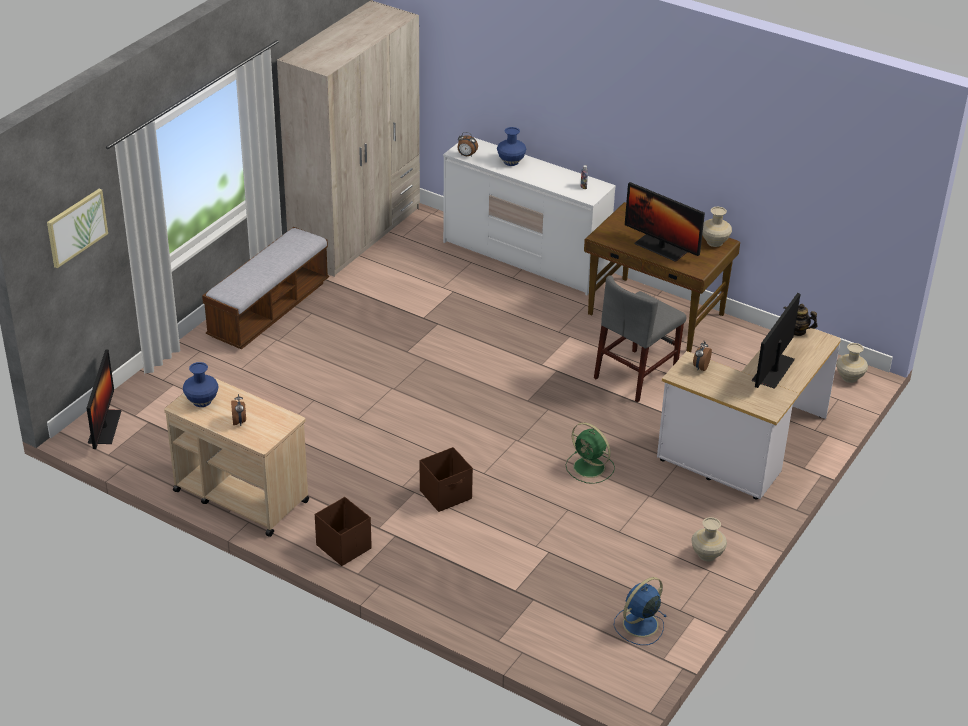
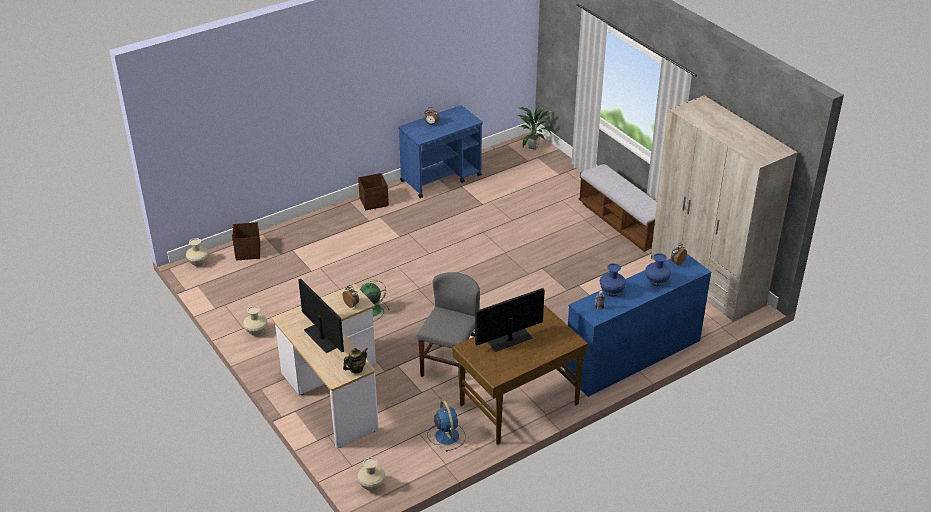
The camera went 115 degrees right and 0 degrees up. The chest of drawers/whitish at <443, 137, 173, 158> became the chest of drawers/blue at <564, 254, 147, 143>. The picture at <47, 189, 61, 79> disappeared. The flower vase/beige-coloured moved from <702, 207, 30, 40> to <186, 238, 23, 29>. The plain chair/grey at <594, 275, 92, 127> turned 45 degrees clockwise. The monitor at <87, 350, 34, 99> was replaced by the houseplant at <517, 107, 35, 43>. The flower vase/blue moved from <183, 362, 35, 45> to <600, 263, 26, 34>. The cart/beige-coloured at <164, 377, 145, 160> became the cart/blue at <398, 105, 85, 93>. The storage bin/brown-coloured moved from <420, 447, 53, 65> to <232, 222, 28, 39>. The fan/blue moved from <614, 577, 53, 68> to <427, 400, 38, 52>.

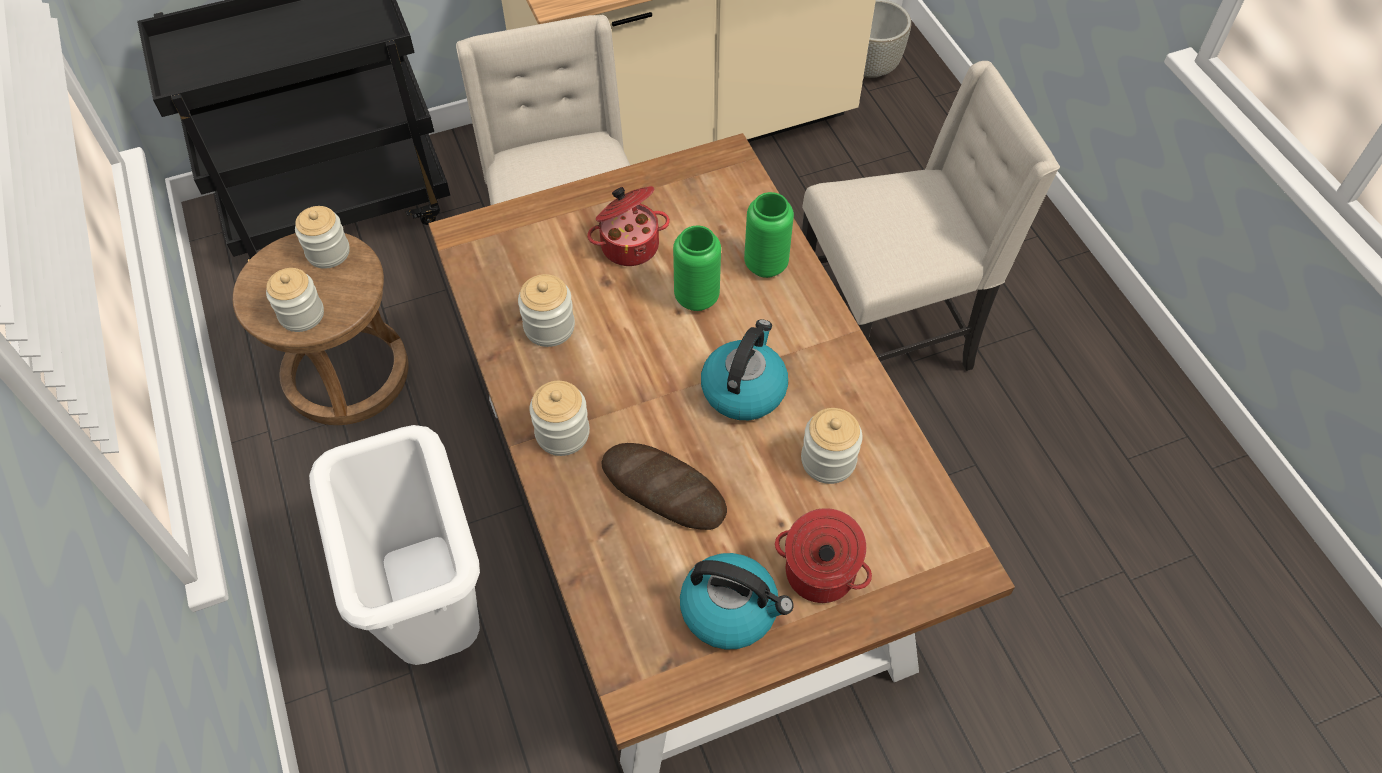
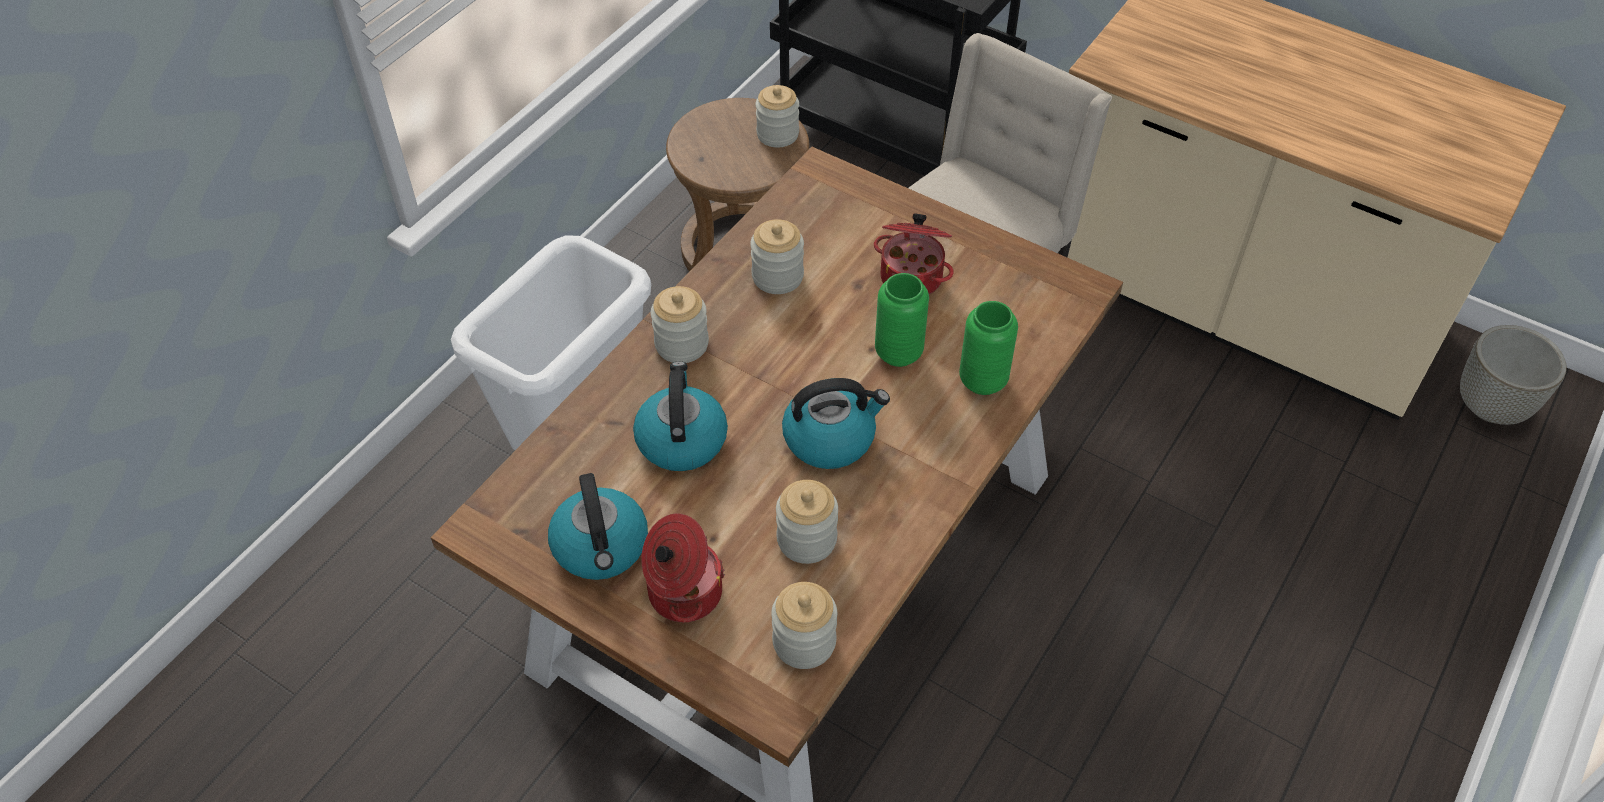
The camera went 55 degrees right and 5 degrees down. The plain chair/beige-coloured at <802, 61, 258, 310> disappeared. The storage jar moved from <266, 268, 58, 64> to <771, 582, 66, 87>. The bakery bread at <601, 443, 126, 87> was replaced by the tea kettle at <633, 361, 95, 110>.

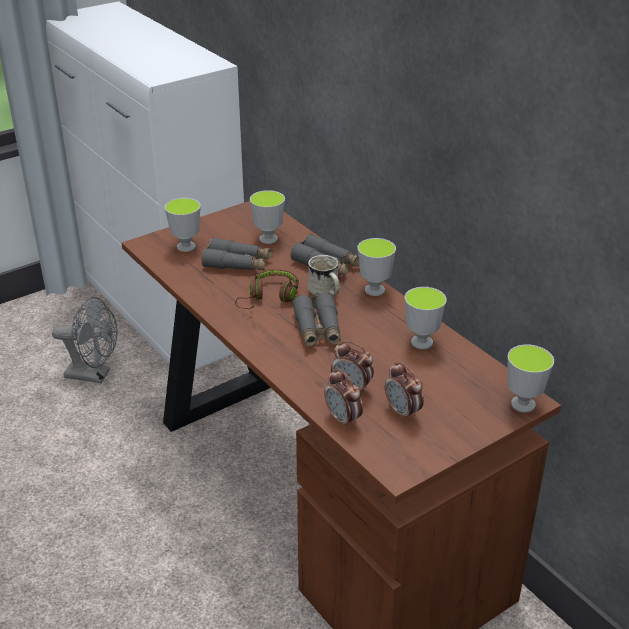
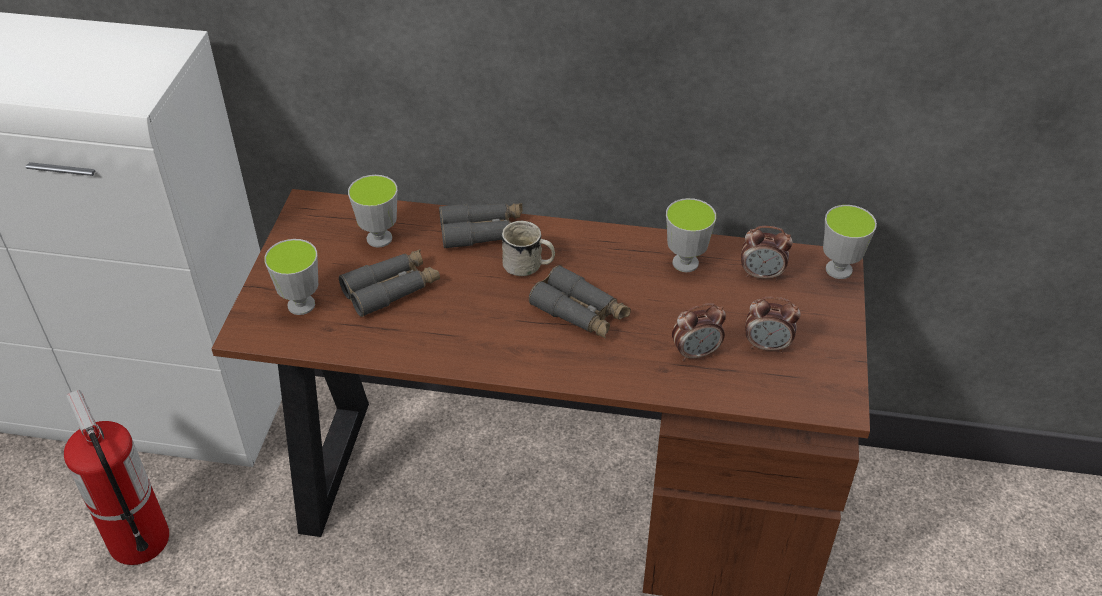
The camera went 45 degrees left and 10 degrees up. The cup at <357, 238, 39, 58> disappeared. The headphones/brown-coloured at <235, 269, 63, 40> disappeared. The fan/grey at <52, 297, 65, 86> was replaced by the fire-fighting cylinder at <64, 390, 105, 175>. The bedside clock moved from <325, 369, 38, 60> to <741, 226, 52, 55>.

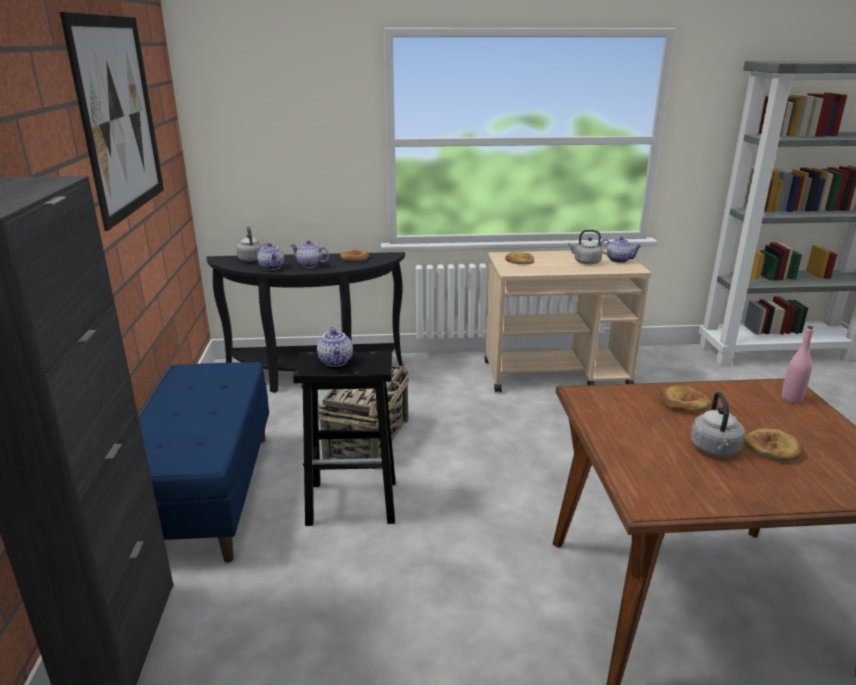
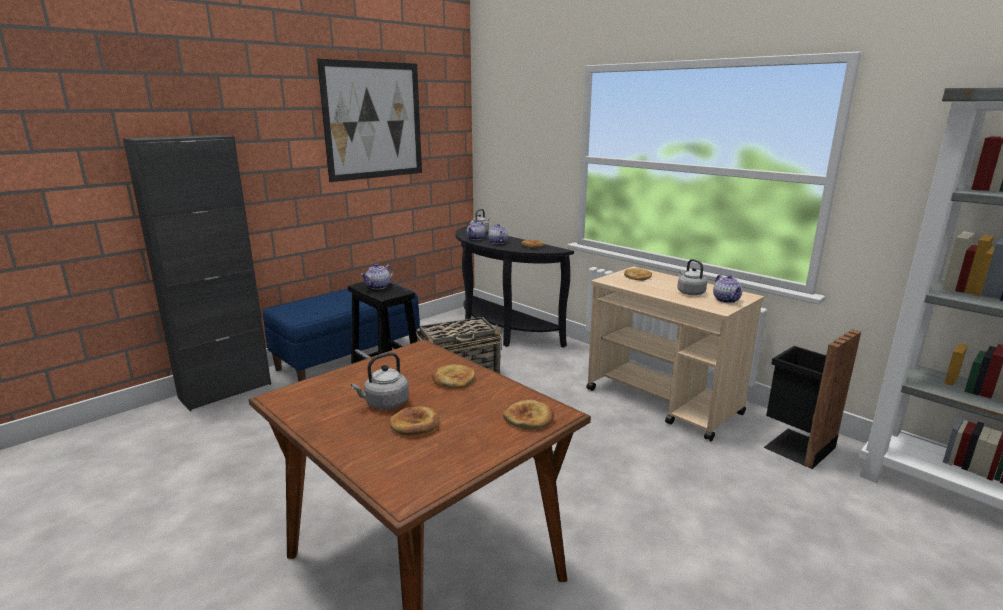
The camera went 50 degrees right and 5 degrees down. The bottle/pinkish at <781, 326, 33, 78> was replaced by the bakery bread at <503, 400, 51, 30>. The rubbish bin/blackish at <763, 329, 98, 140> appeared.

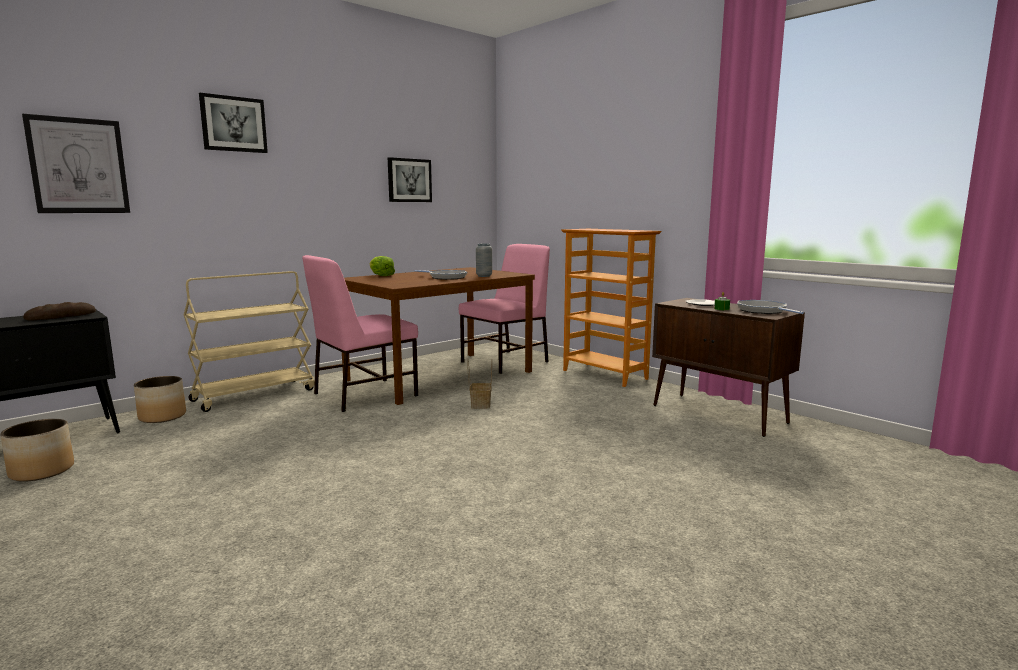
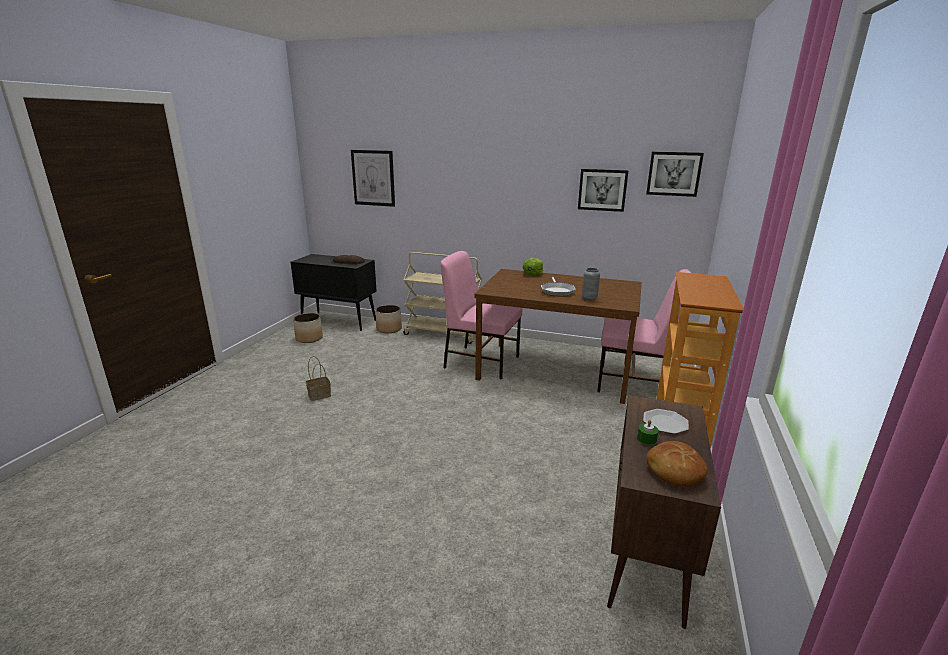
The camera went 60 degrees right and 10 degrees up. The picture moved from <199, 93, 69, 60> to <646, 152, 58, 45>. The pan at <737, 300, 67, 14> was replaced by the bakery bread at <646, 441, 62, 46>. The basket moved from <467, 359, 25, 50> to <306, 356, 25, 45>.

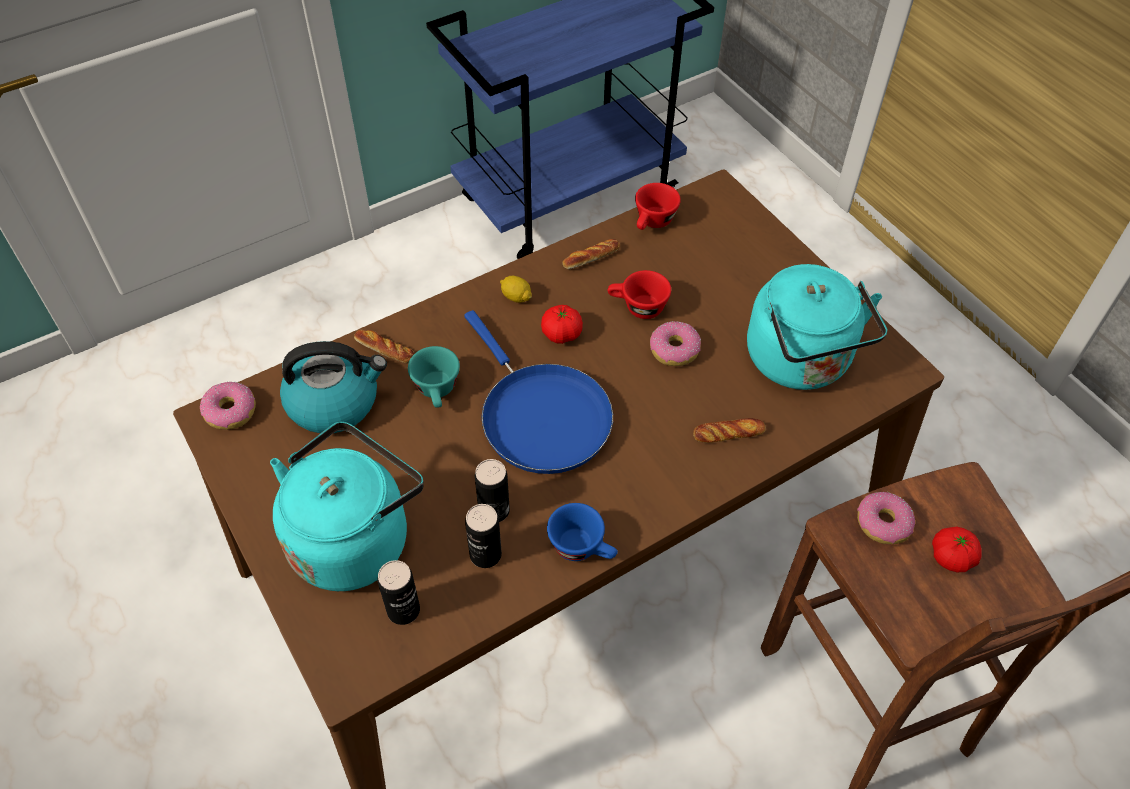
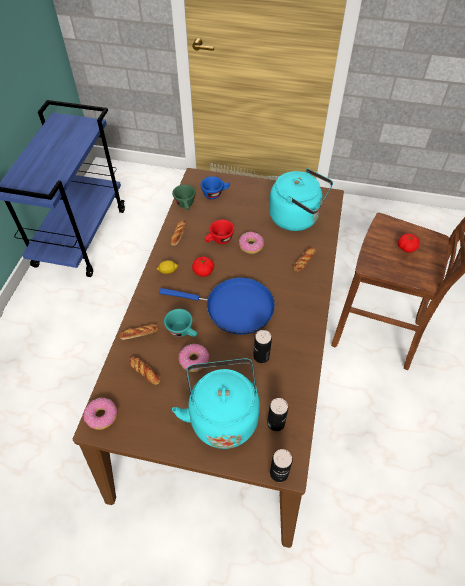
The camera went 45 degrees left and 0 degrees up. The cup/red-coloured at <635, 183, 46, 47> became the cup/green at <172, 184, 24, 26>. The tea kettle at <280, 341, 107, 92> was replaced by the bakery bread at <129, 356, 32, 29>. The ring doughnut moved from <857, 492, 58, 53> to <178, 344, 32, 28>. The cup/blue moved from <547, 503, 71, 58> to <201, 176, 29, 23>. The metal can moved from <465, 504, 37, 64> to <270, 449, 22, 33>.

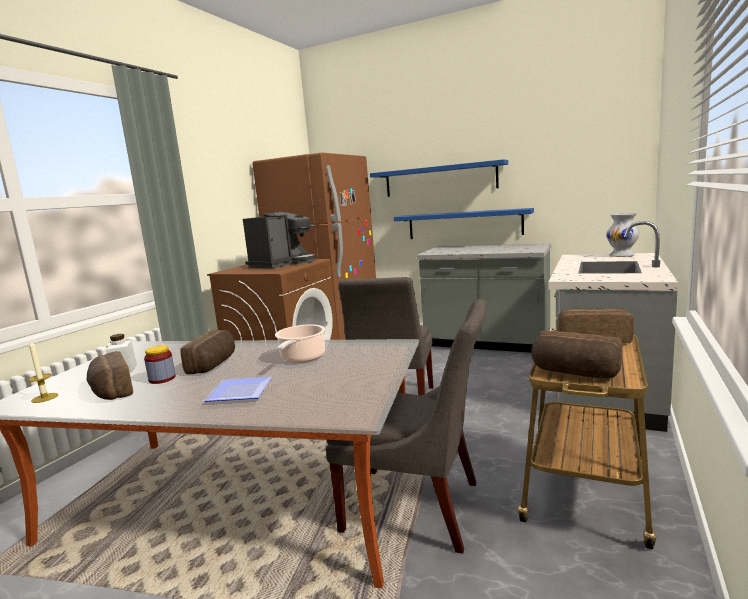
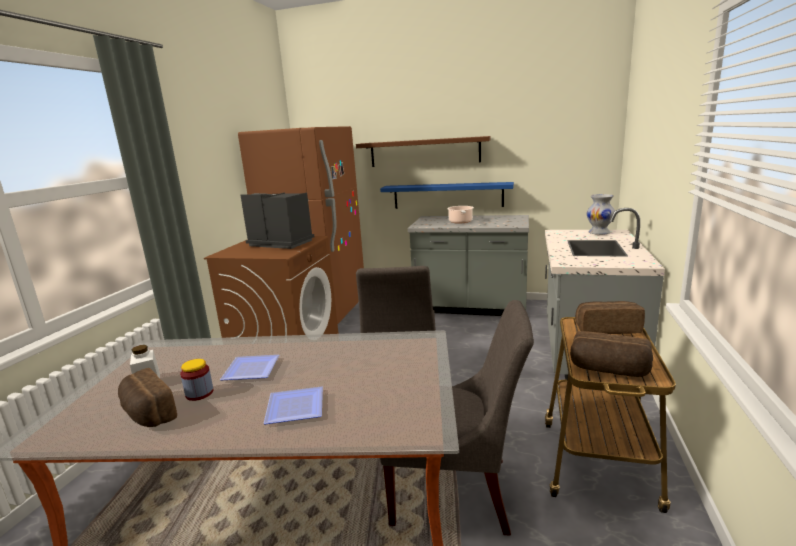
The camera went 10 degrees left and 5 degrees up. The wall shelf/blue at <370, 159, 138, 38> became the wall shelf/brown-coloured at <356, 136, 135, 31>. The coffee maker at <243, 212, 73, 56> turned 90 degrees counterclockwise. The cooking pot moved from <275, 324, 50, 39> to <447, 206, 27, 18>. The bakery bread at <180, 330, 55, 44> was replaced by the plate at <220, 355, 59, 25>. The wax light at <28, 341, 30, 62> disappeared.

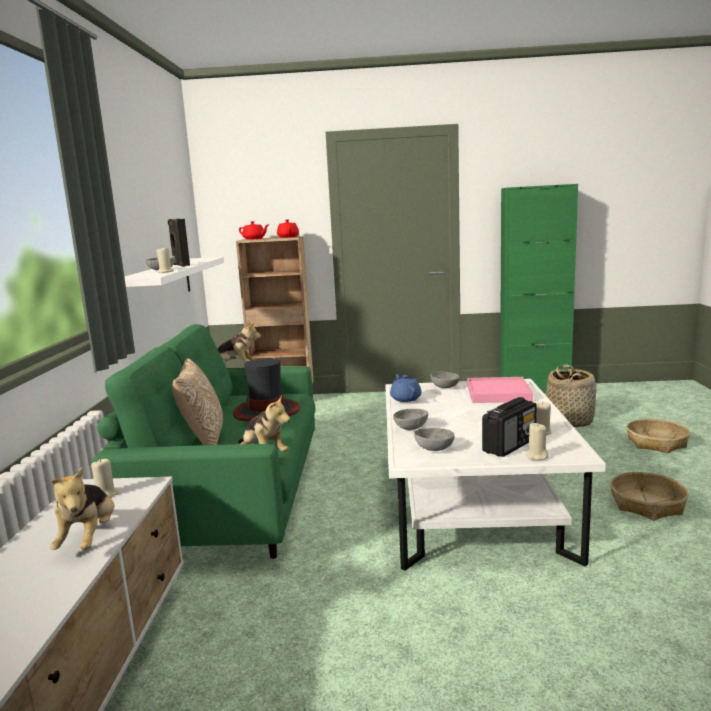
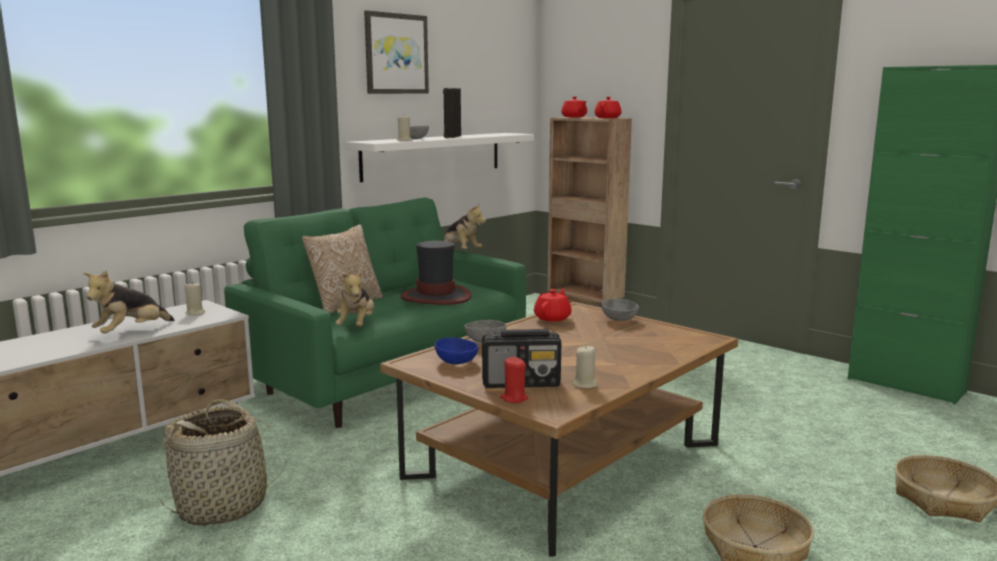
The camera went 40 degrees right and 0 degrees up. The basket moved from <546, 364, 51, 63> to <158, 399, 129, 127>. The tea pot/blue at <390, 374, 31, 28> became the tea pot/red-coloured at <534, 289, 38, 33>. The tray/pinkish at <467, 377, 66, 26> disappeared. The coffee table/whitish at <385, 379, 221, 192> became the coffee table/brown-coloured at <380, 302, 358, 255>. The wax light/beige-coloured at <526, 423, 23, 37> became the wax light/red-coloured at <500, 357, 28, 46>. The bowl/grey at <414, 428, 41, 23> became the bowl/blue at <435, 337, 43, 27>. The picture at <364, 10, 65, 84> appeared.

